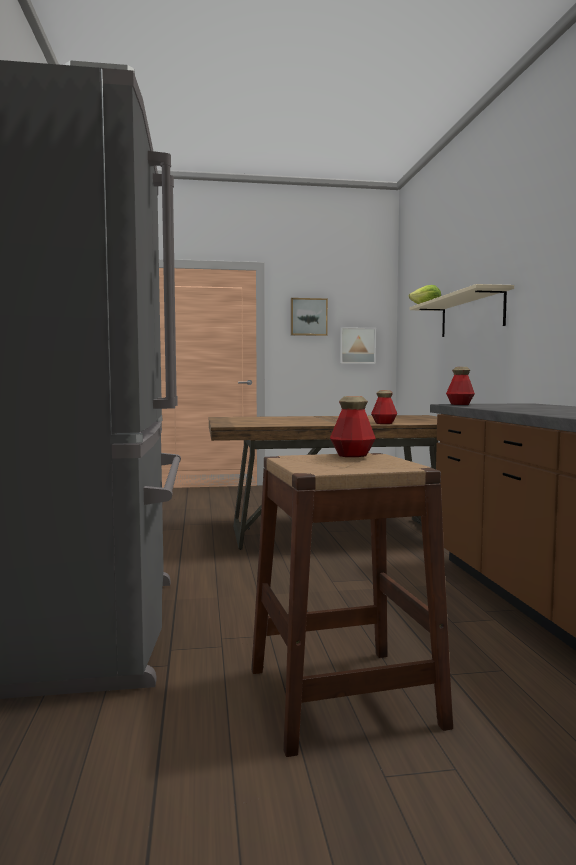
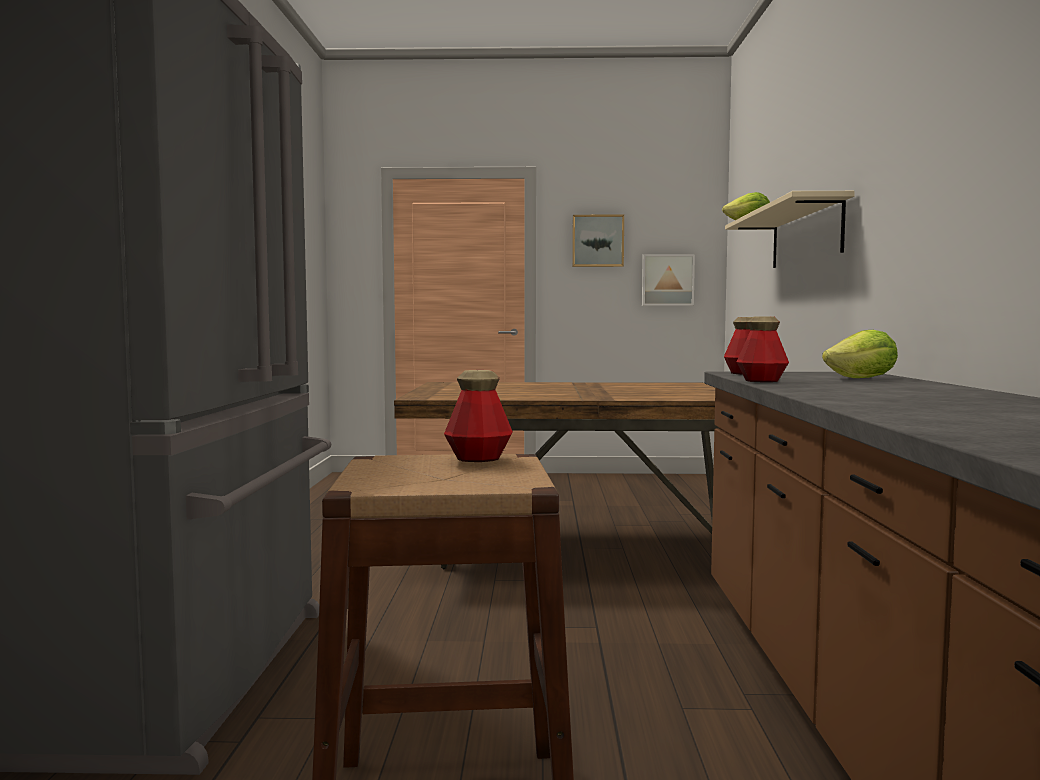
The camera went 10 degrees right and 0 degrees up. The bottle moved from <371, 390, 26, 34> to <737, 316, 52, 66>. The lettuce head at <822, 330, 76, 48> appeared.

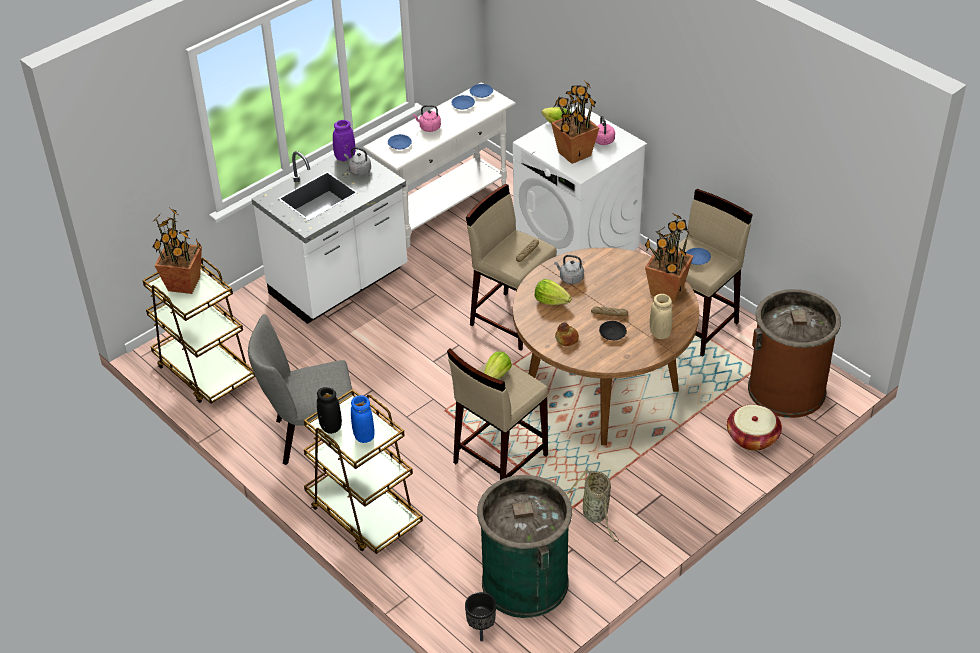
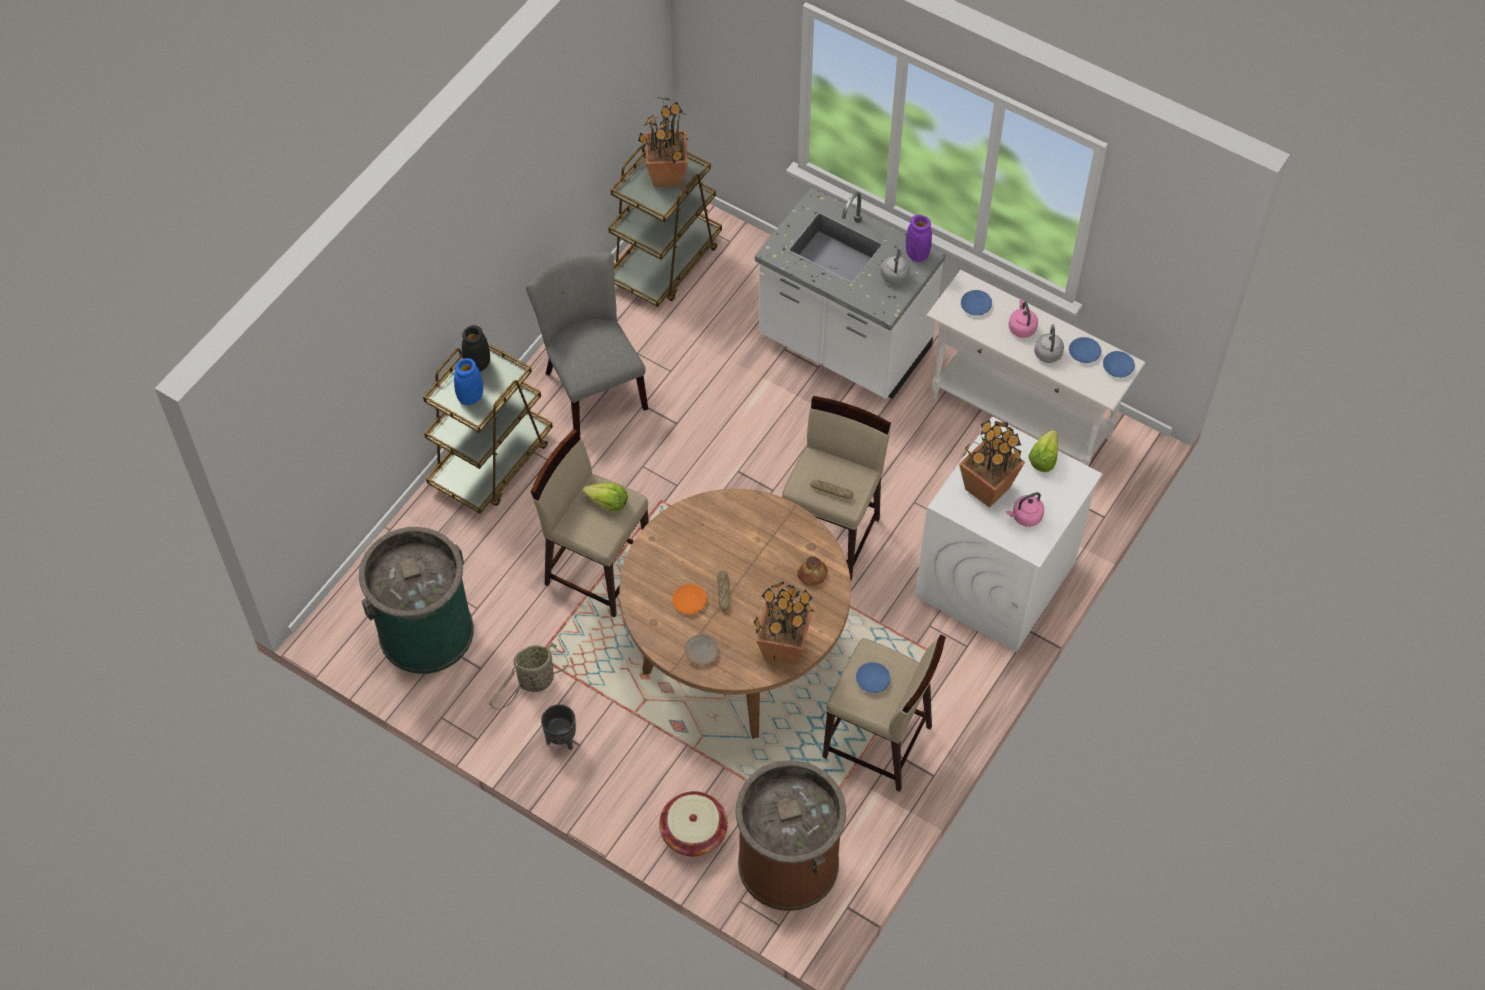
The camera went 75 degrees right and 15 degrees up. The tea kettle/grey moved from <554, 255, 30, 29> to <1034, 324, 30, 39>. The lettuce head at <535, 279, 37, 26> disappeared. The flower vase/beige-coloured at <650, 294, 23, 45> was replaced by the plate/beige-coloured at <685, 634, 34, 31>. The plate/blackish at <599, 321, 28, 19> became the plate/orangey at <673, 584, 34, 30>. The bakery bread moved from <555, 323, 24, 23> to <797, 556, 30, 30>. The flower pot/blackish moved from <465, 592, 31, 49> to <541, 704, 35, 46>.

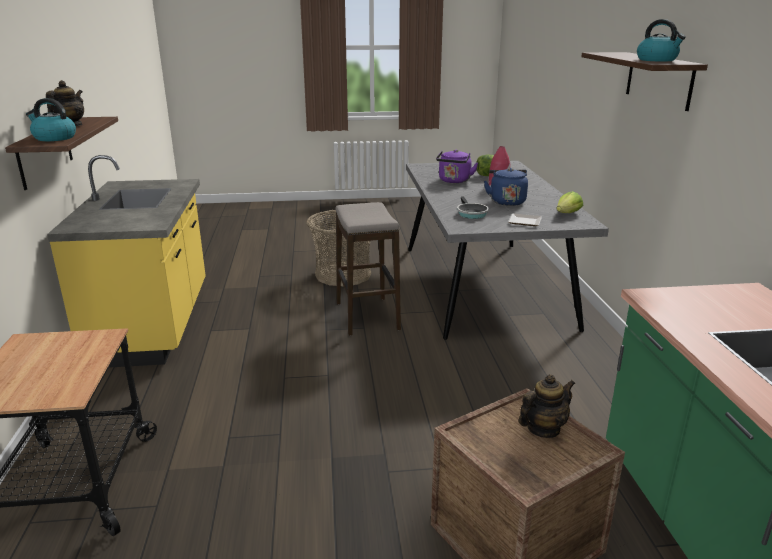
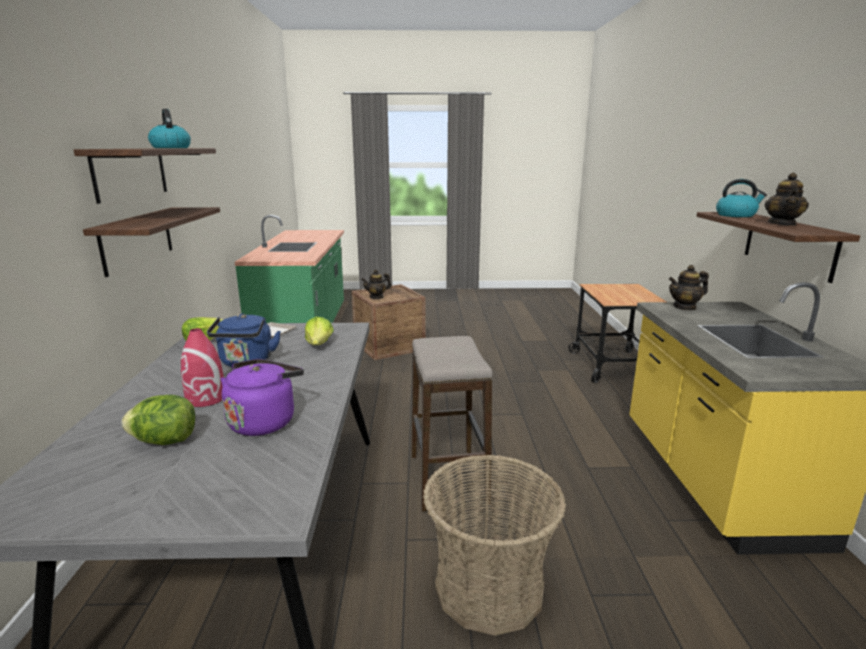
The camera went 175 degrees left and 5 degrees down. The pan at <457, 196, 32, 23> was replaced by the lettuce head at <305, 316, 29, 29>. The wall shelf at <83, 207, 137, 70> appeared. The tea pot at <669, 265, 40, 45> appeared.

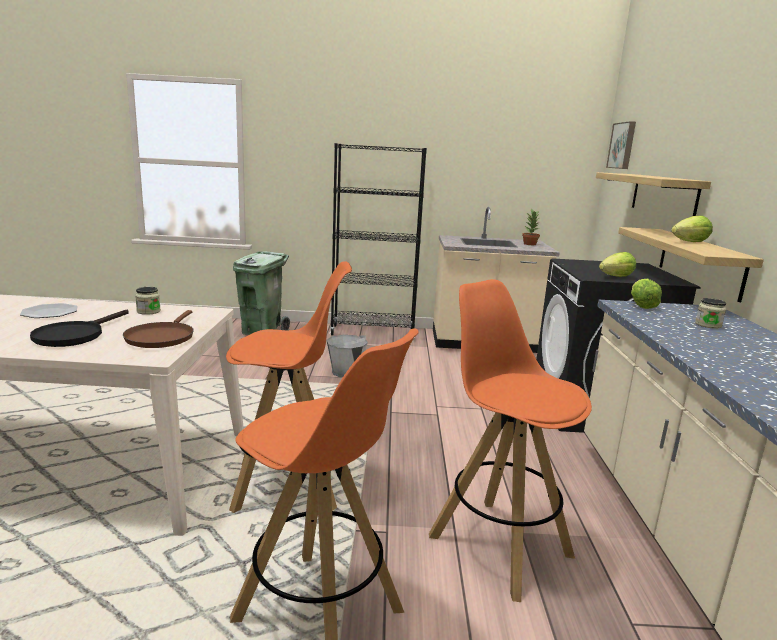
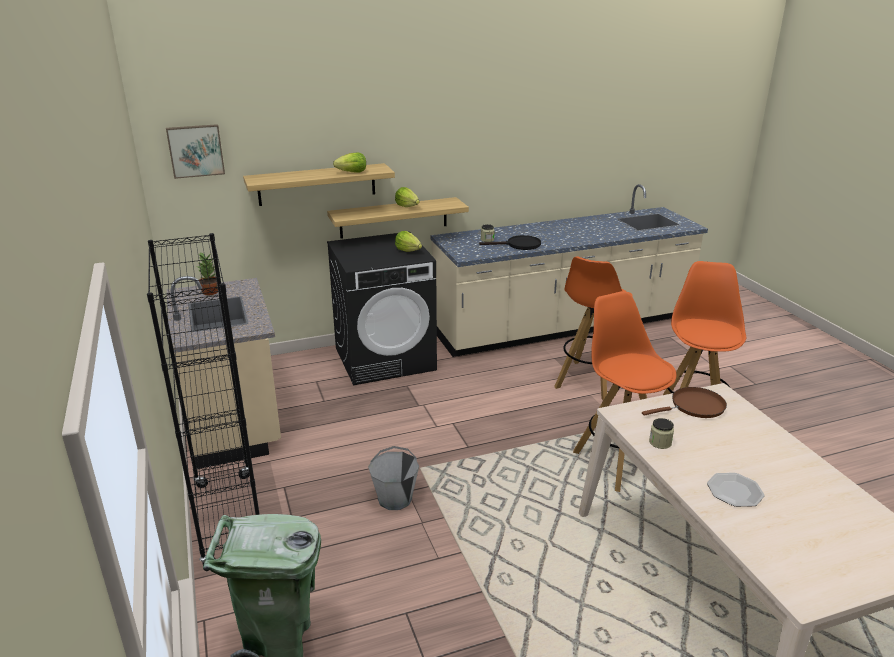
The camera went 110 degrees left and 10 degrees up. The lettuce head moved from <631, 279, 31, 30> to <333, 153, 33, 20>. The pan/blackish moved from <30, 309, 99, 38> to <479, 235, 62, 15>.

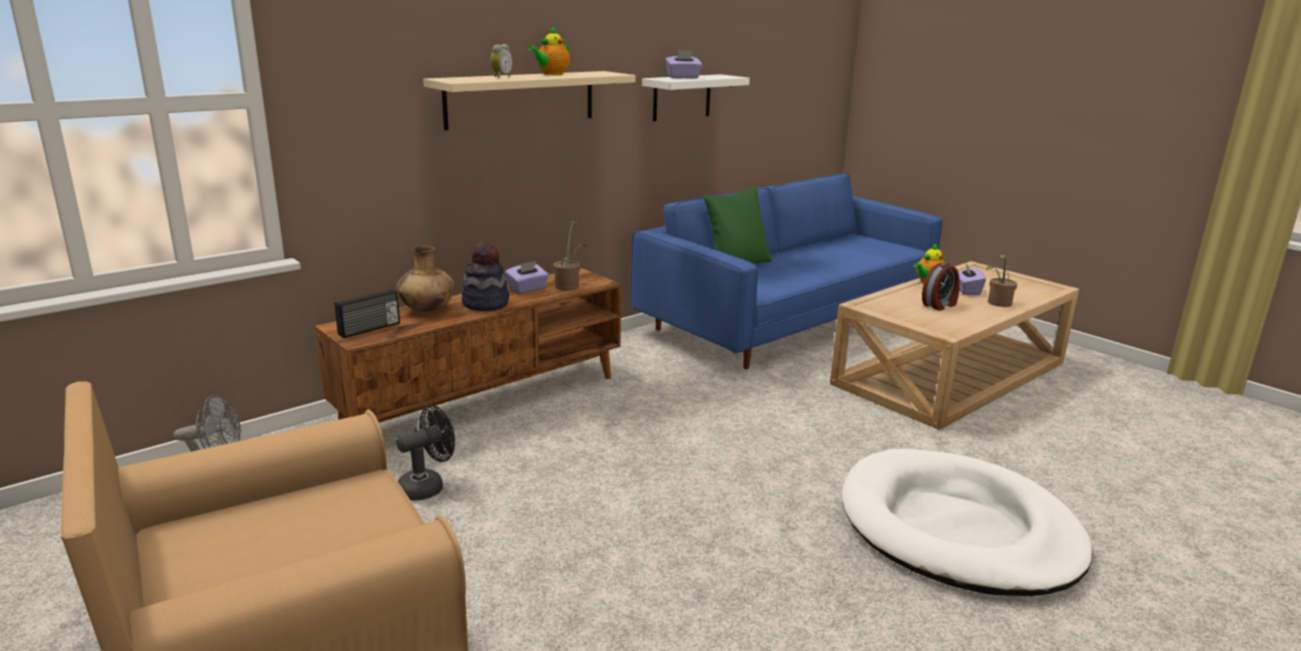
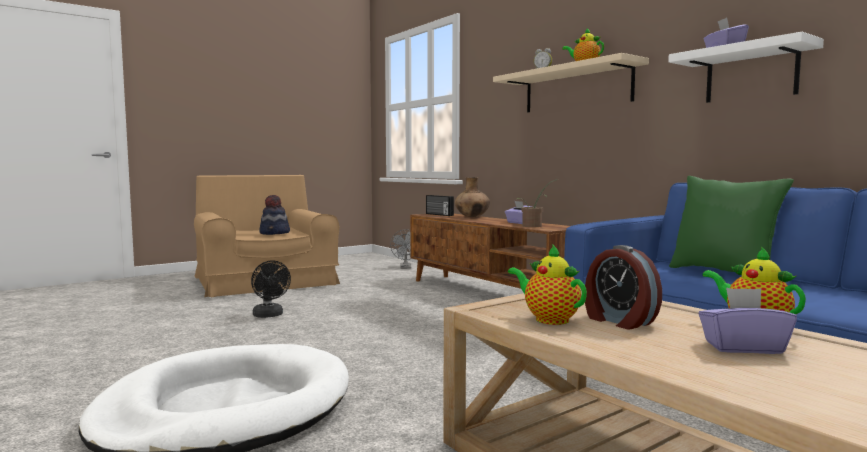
The camera went 95 degrees right and 15 degrees down. The hat moved from <462, 242, 47, 69> to <259, 195, 31, 40>. The houseplant at <986, 255, 31, 52> disappeared. The fan/blackish moved from <396, 405, 59, 96> to <251, 260, 40, 58>. The tea pot at <508, 244, 79, 81> appeared.

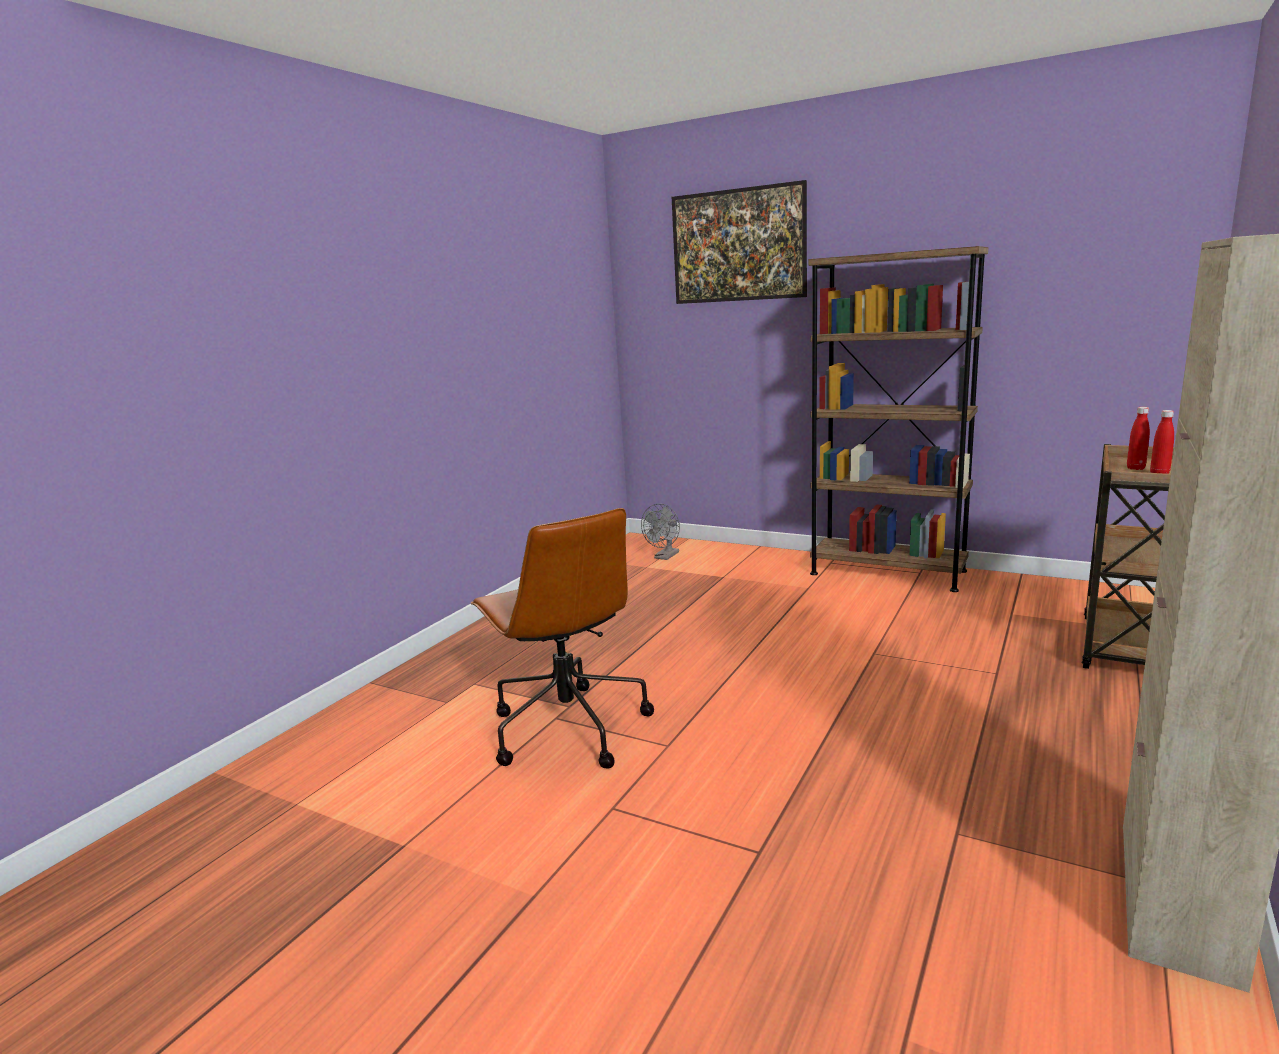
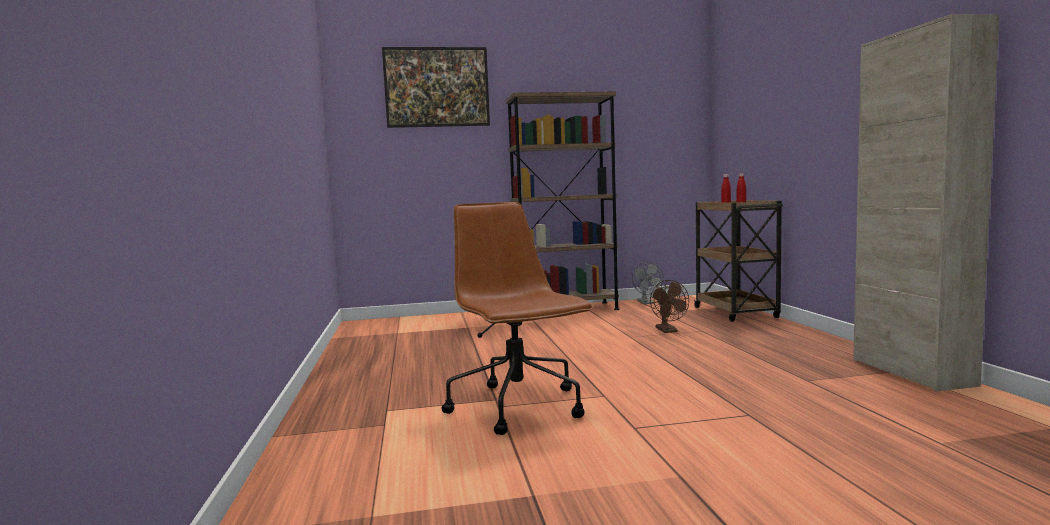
The camera went 40 degrees left and 10 degrees down. The fan/grey moved from <641, 504, 39, 56> to <632, 262, 32, 42>. The desk chair/brown-coloured at <471, 508, 183, 261> turned 135 degrees counterclockwise. The fan/brown-coloured at <650, 280, 39, 53> appeared.

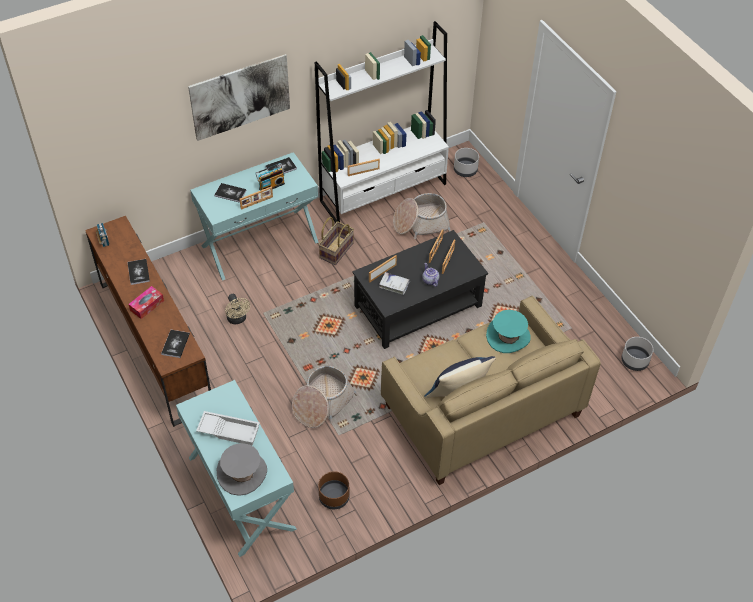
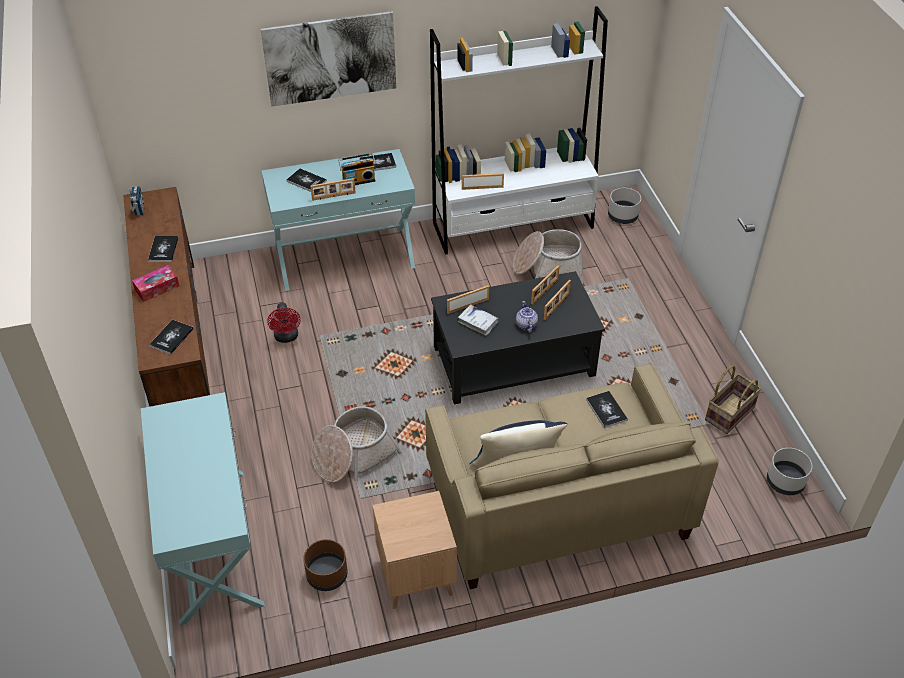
The camera went 15 degrees right and 5 degrees down. The basket moved from <318, 217, 36, 48> to <705, 365, 56, 69>. The fan/beige-coloured at <225, 294, 25, 30> became the fan/red-coloured at <267, 303, 34, 40>. The hat/turquoise-coloured at <486, 310, 45, 43> was replaced by the volume at <586, 391, 42, 37>. The tray/whitish at <196, 411, 64, 35> disappeared. The hat/grey at <217, 443, 50, 53> disappeared. The side table/brown-coloured at <372, 491, 85, 118> appeared.

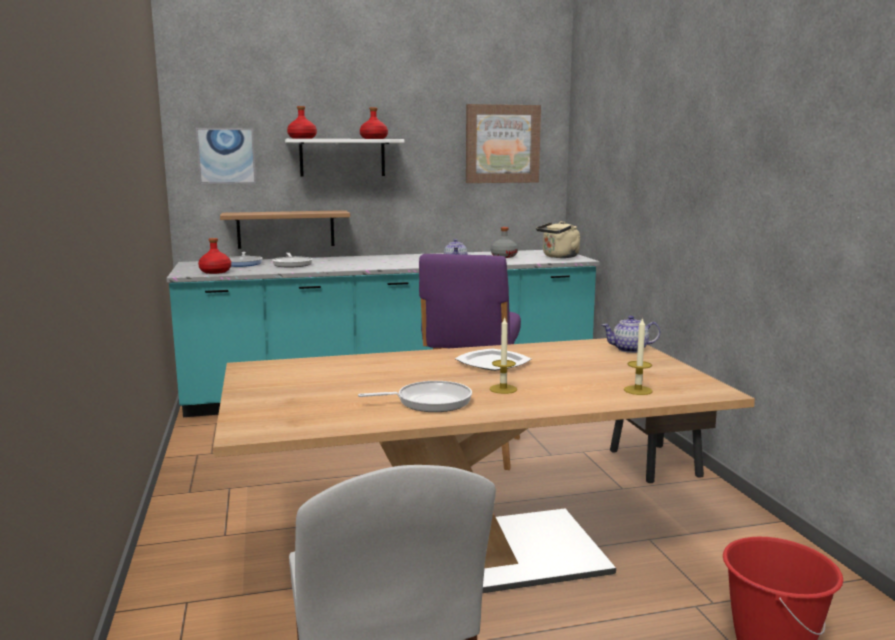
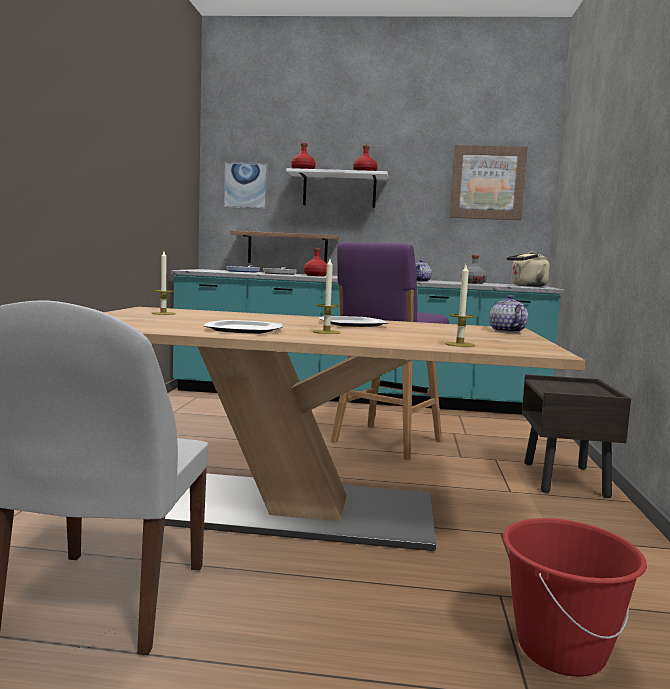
The camera went 20 degrees right and 5 degrees down. The bottle/red-coloured moved from <198, 238, 33, 36> to <304, 248, 23, 28>. The tea pot at <602, 315, 58, 38> turned 60 degrees clockwise. The pan at <358, 381, 114, 31> was replaced by the plate at <204, 320, 79, 14>. The wax light at <151, 251, 24, 64> appeared.

